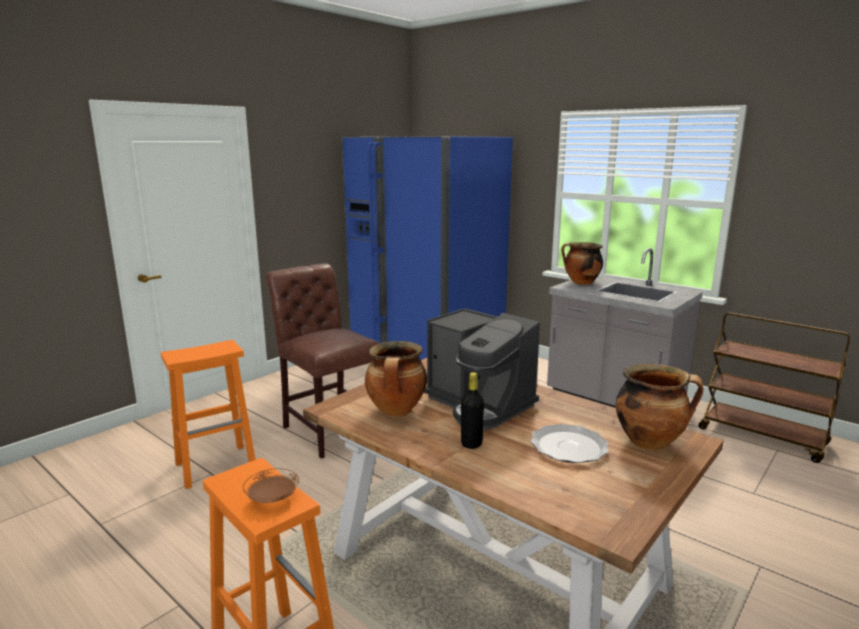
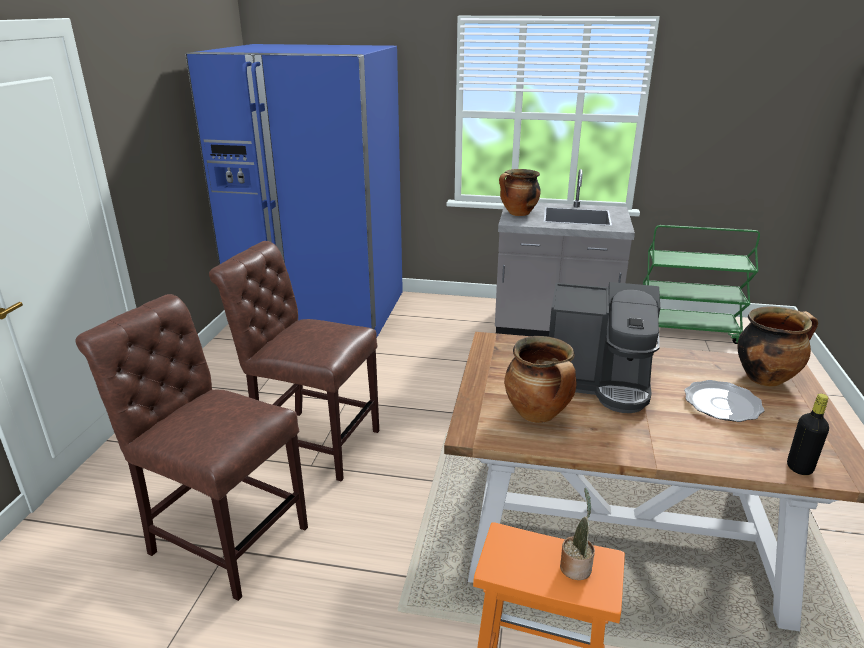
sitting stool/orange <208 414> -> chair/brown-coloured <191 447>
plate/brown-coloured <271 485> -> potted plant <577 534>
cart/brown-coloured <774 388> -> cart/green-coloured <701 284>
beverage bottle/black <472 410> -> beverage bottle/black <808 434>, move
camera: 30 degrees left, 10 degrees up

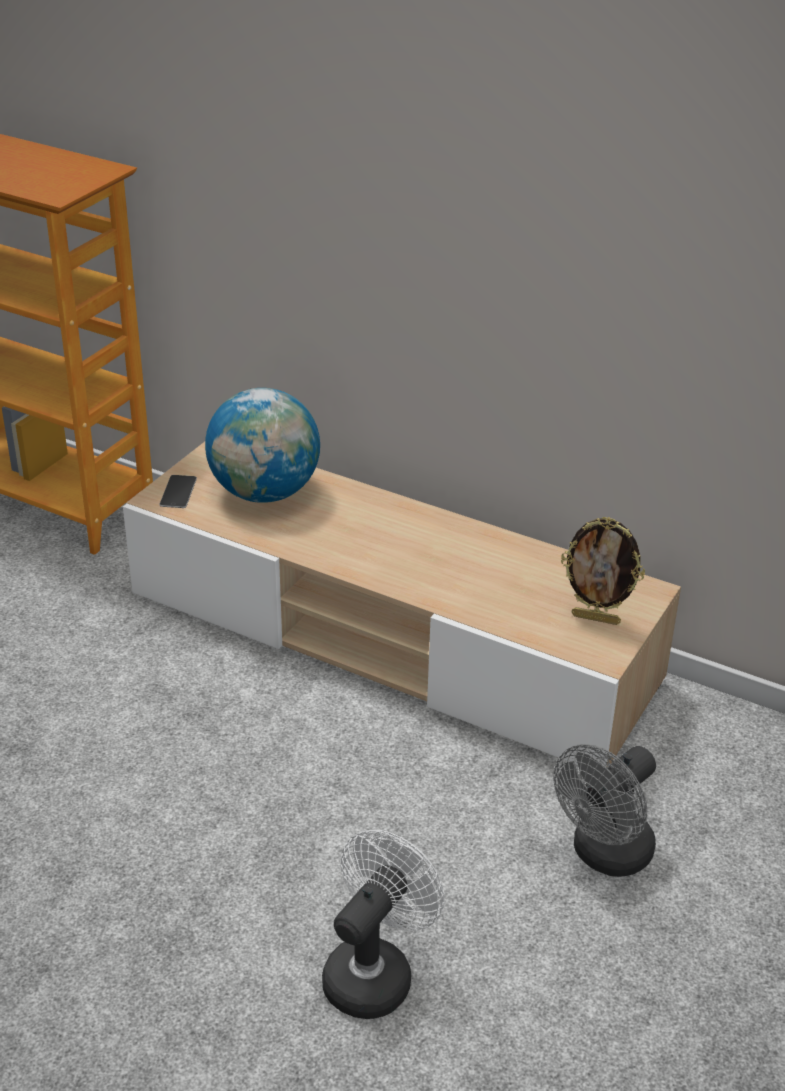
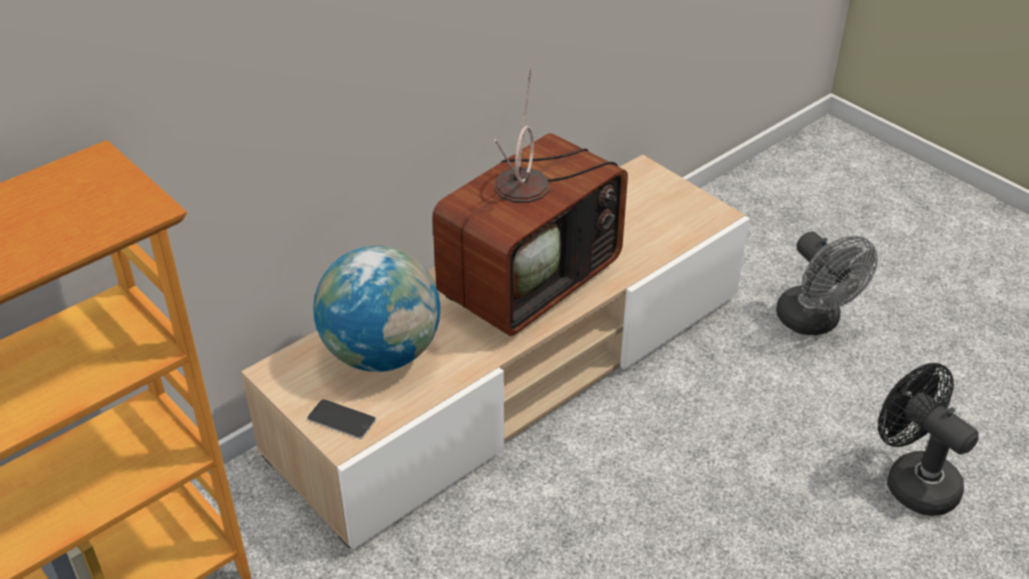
none -> TV set <530 199>
fan/white-coloured <383 924> -> fan/black <928 439>
picture frame <603 571> -> none
camera: 70 degrees left, 5 degrees up

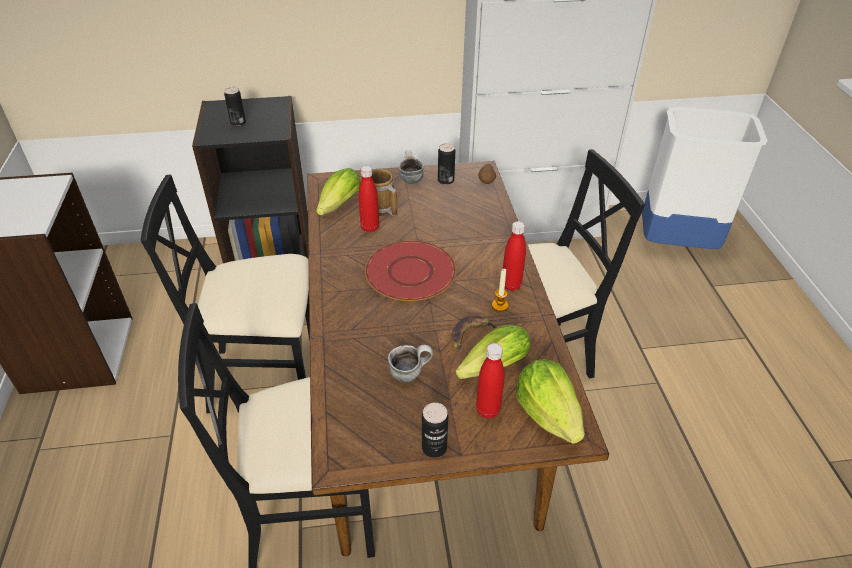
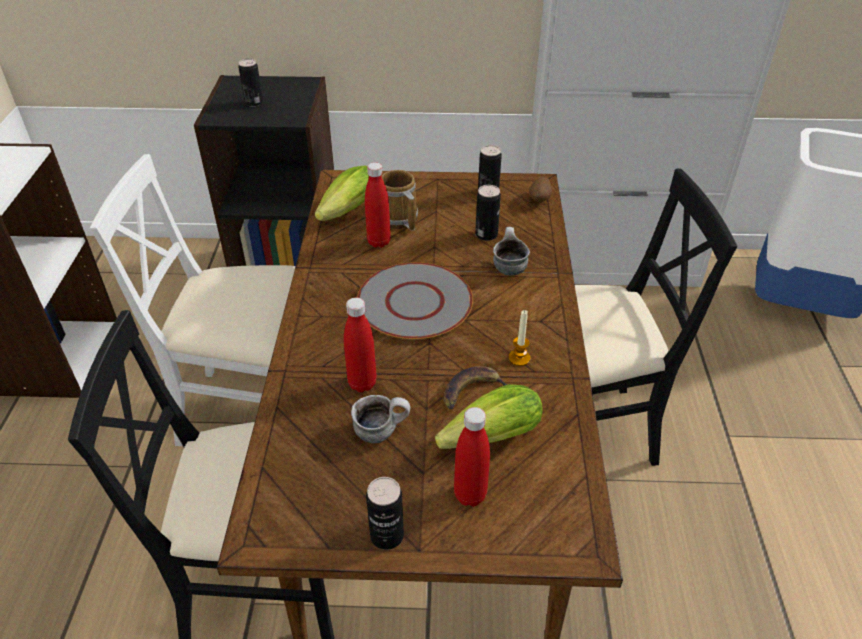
chair/black <225 294> -> chair/white-coloured <192 300>
beverage bottle/reddish <514 256> -> beverage bottle/reddish <360 344>, move
plate/reddish <410 271> -> plate/grey <415 301>
none -> can <488 213>
coffee mug <411 167> -> coffee mug <511 251>, move
lettuce head <550 401> -> none
camera: 10 degrees right, 0 degrees up

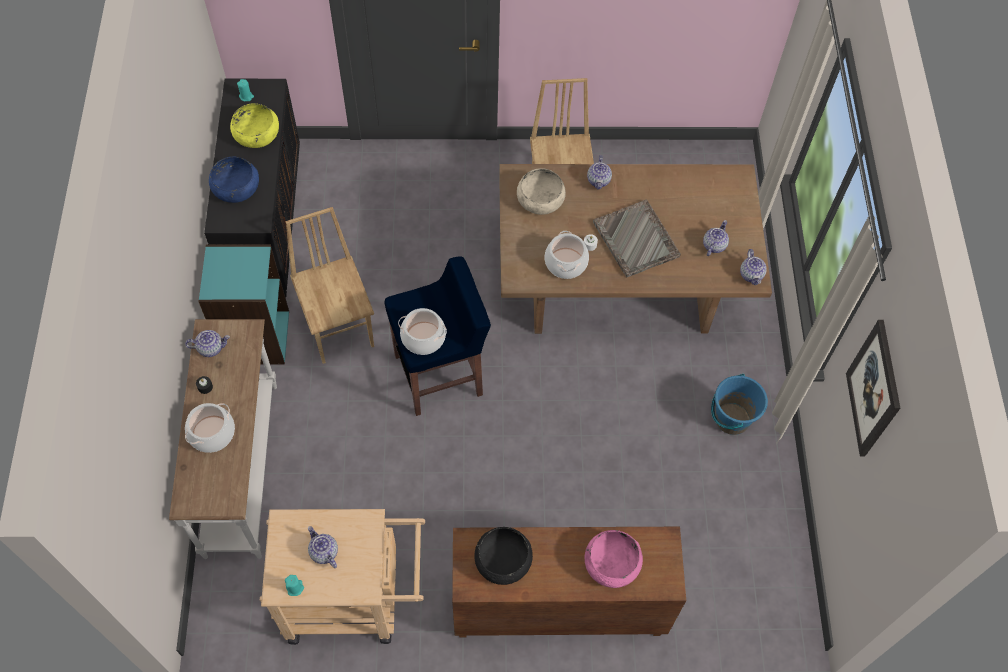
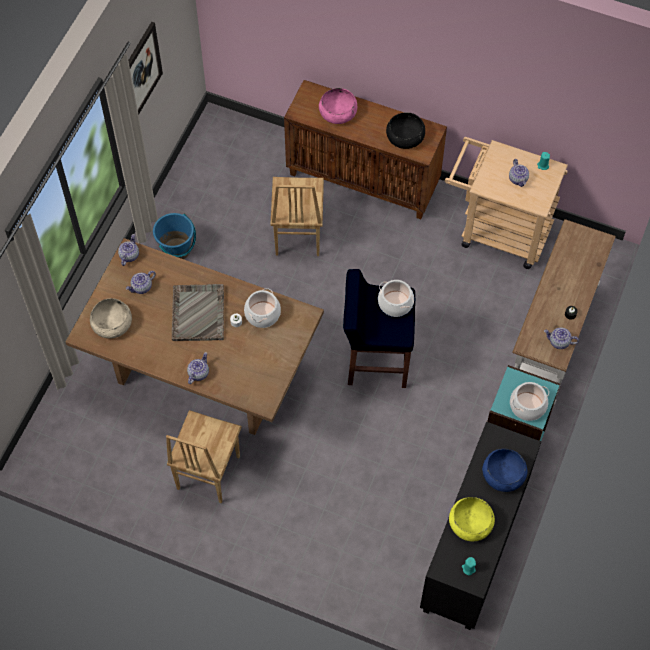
bowl/beige <541 191> -> bowl/beige <111 318>, move
chair/brown-coloured <330 285> -> chair/brown-coloured <297 216>, move
saucepot <210 428> -> saucepot <529 401>, move
camera: 155 degrees left, 0 degrees up

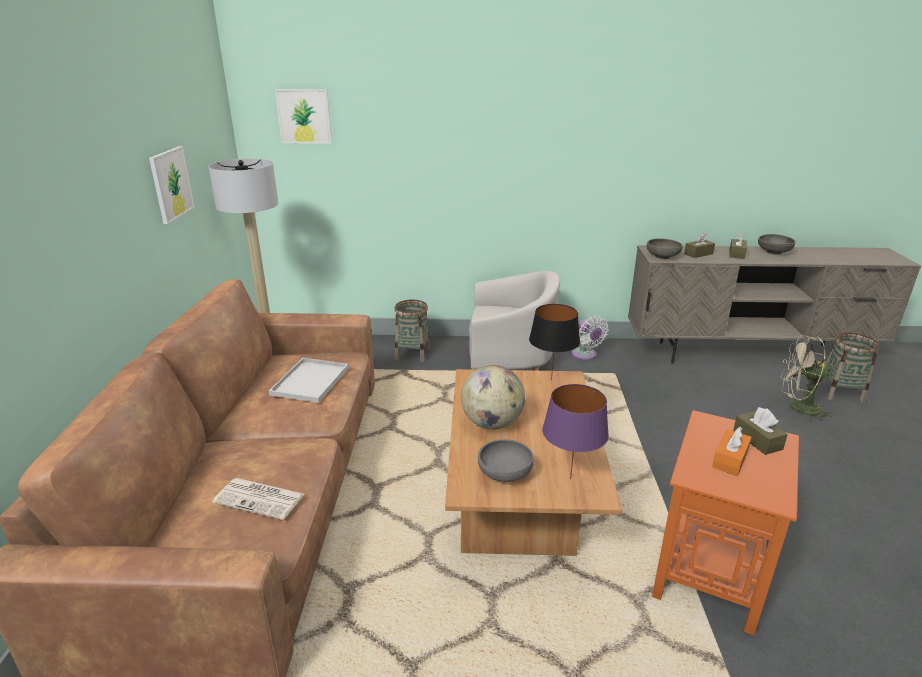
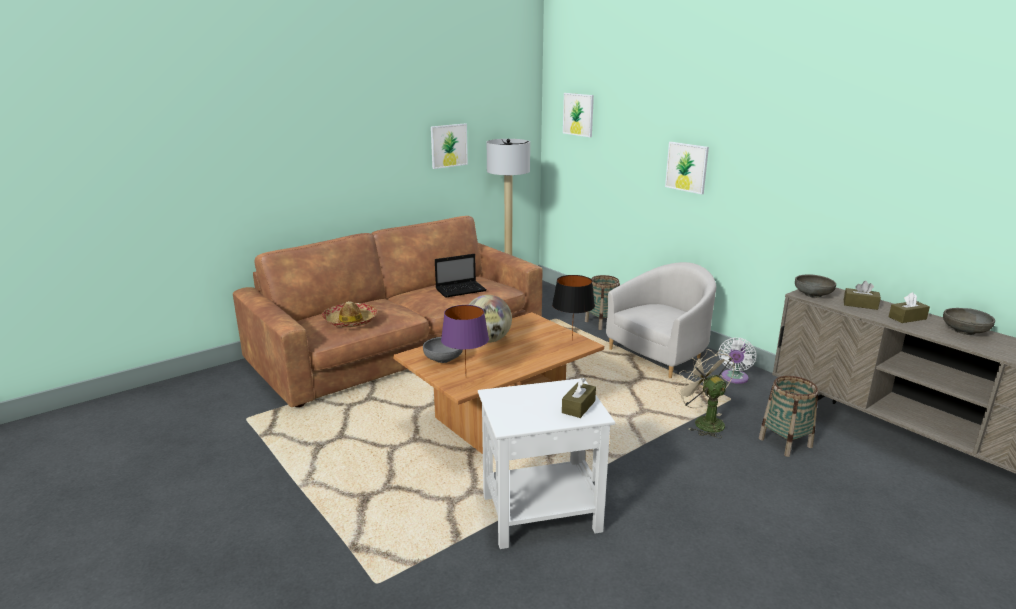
printed paper <258 499> -> clothing hat <349 314>
serving tray/white-coloured <309 380> -> notebook computer <461 276>
side table/orange <725 522> -> side table/white-coloured <546 463>
armchair/white-coloured <514 321> -> armchair/white-coloured <661 320>, 90 degrees counterclockwise
none -> picture <687 168>
fan/beige <806 378> -> fan/beige <705 393>, move
household basket <848 368> -> household basket <788 416>, move
tissue box/orange <732 451> -> none
camera: 50 degrees right, 5 degrees down

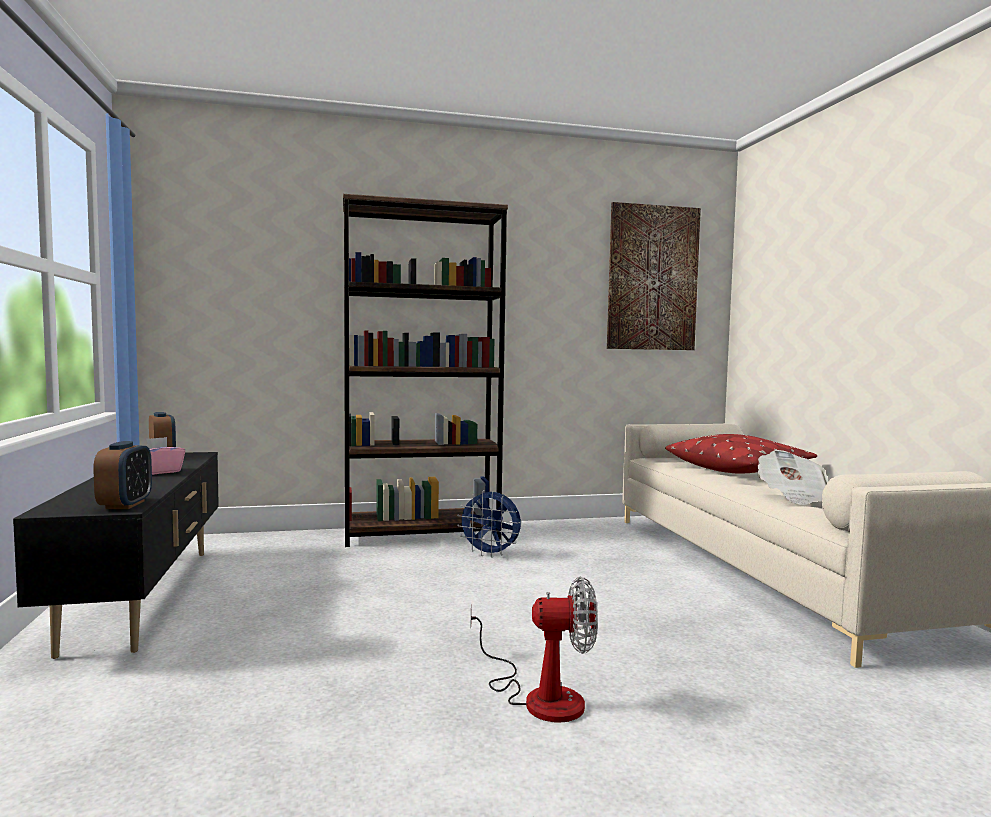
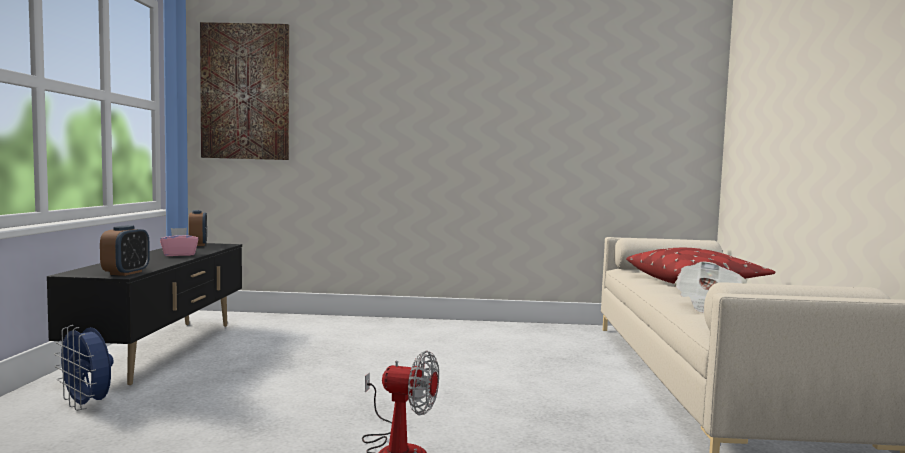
fan/bluish <489 524> -> fan/bluish <84 368>, move
picture <654 276> -> picture <244 91>, move
bookshelf/brown-coloured <425 370> -> none
camera: 15 degrees right, 0 degrees up

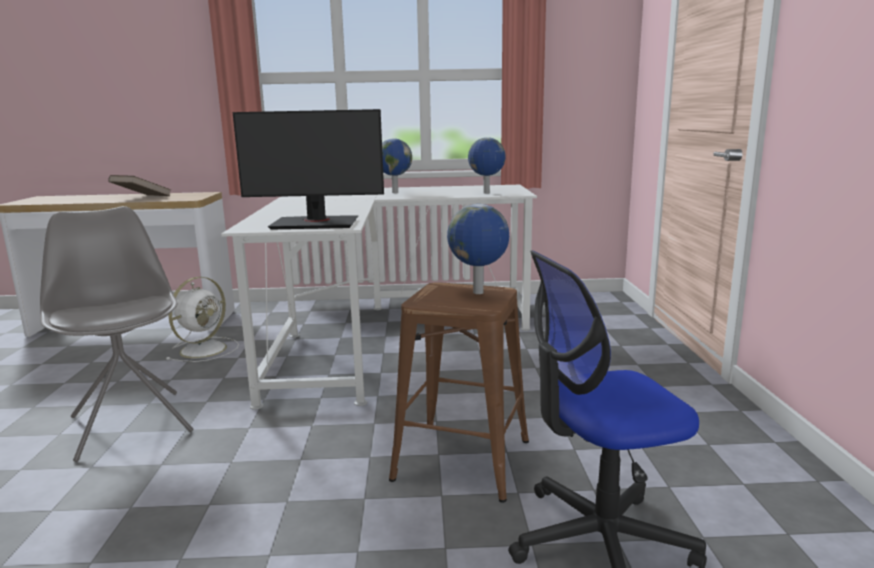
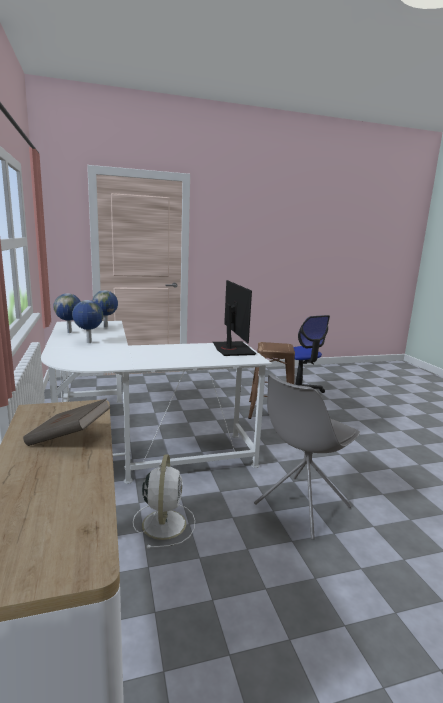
globe <478 249> -> globe <67 313>, move
fan/white-coloured <202 319> -> fan/white-coloured <164 501>, 75 degrees clockwise
camera: 105 degrees left, 0 degrees up

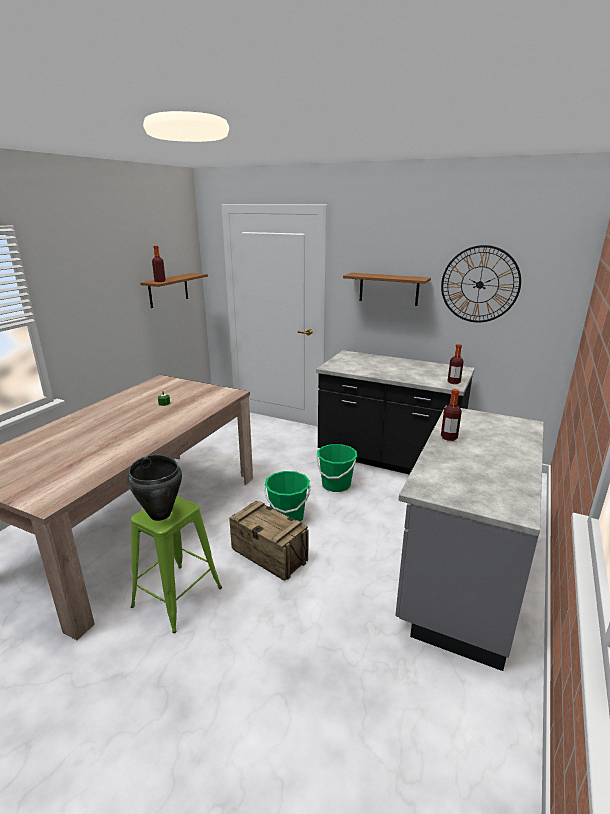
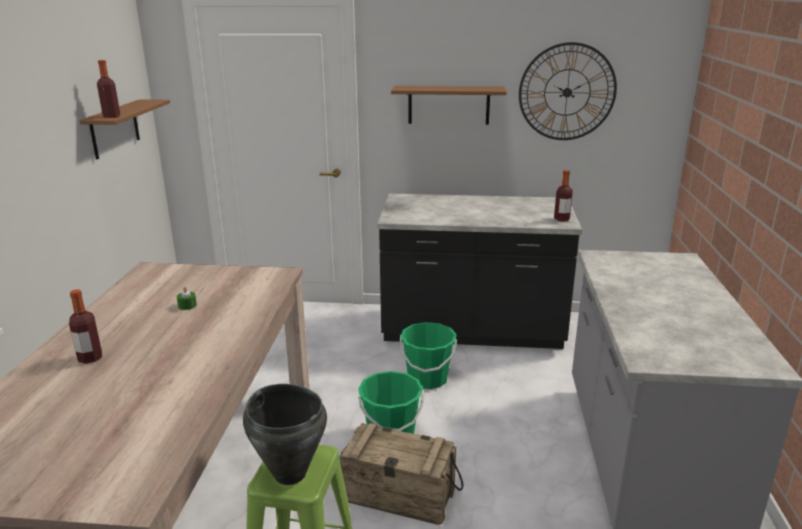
beverage bottle <451 415> -> beverage bottle <85 326>, move
camera: 20 degrees left, 0 degrees up

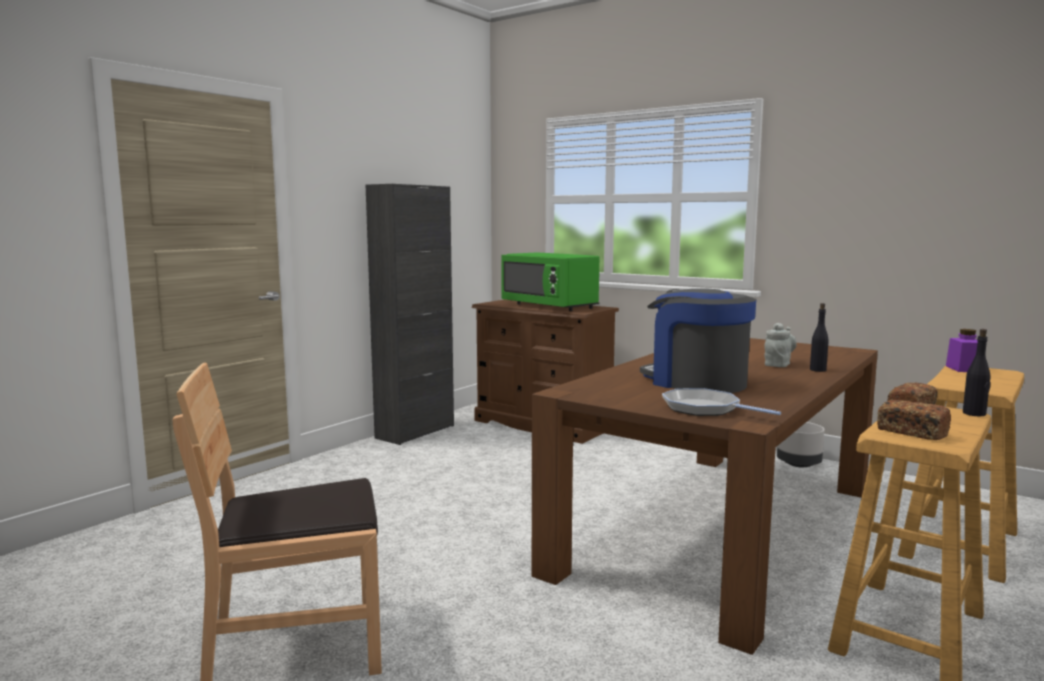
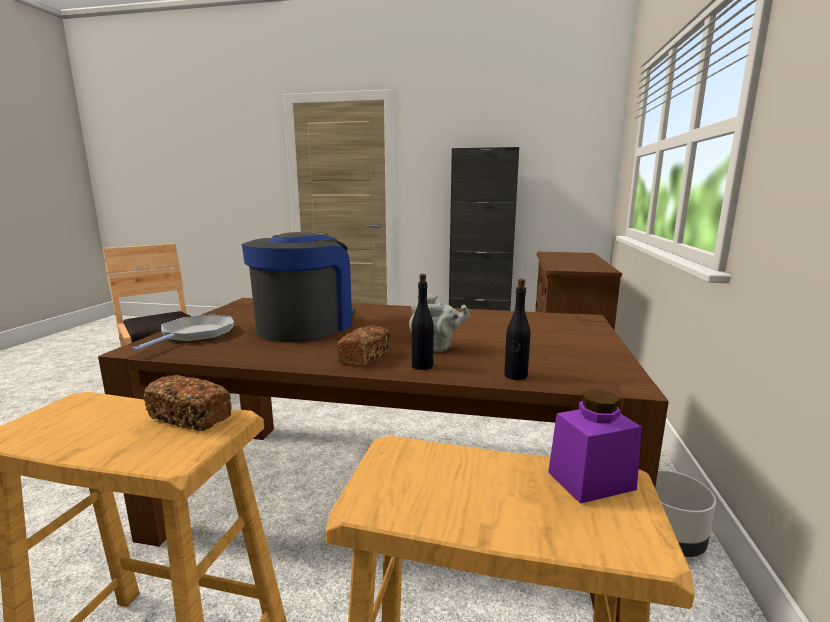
bakery bread <914 420> -> bakery bread <363 346>, move
beverage bottle/black <977 372> -> beverage bottle/black <517 329>, move
microwave oven/green-coloured <550 281> -> none
camera: 65 degrees right, 5 degrees up

